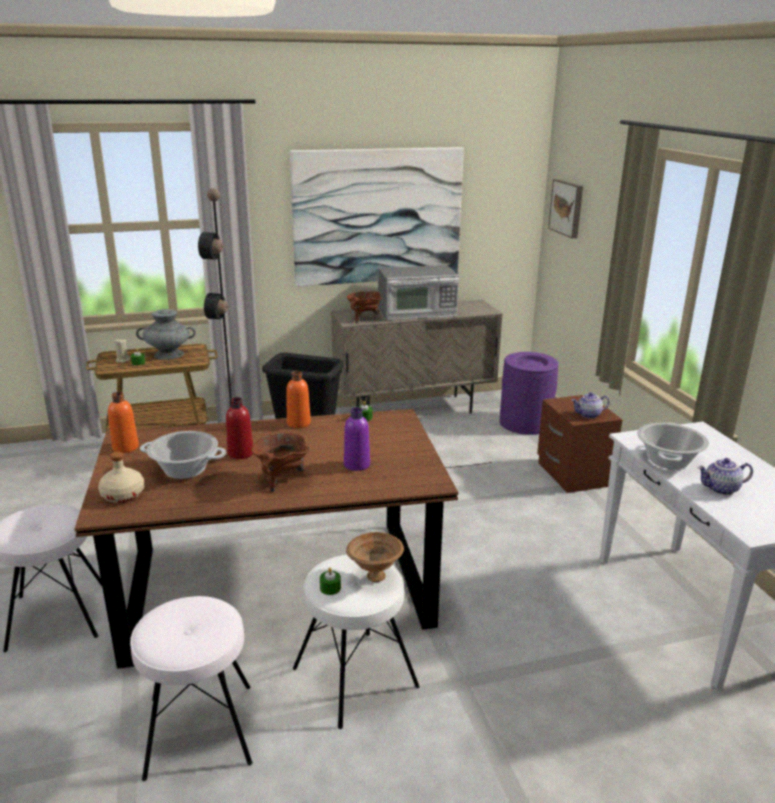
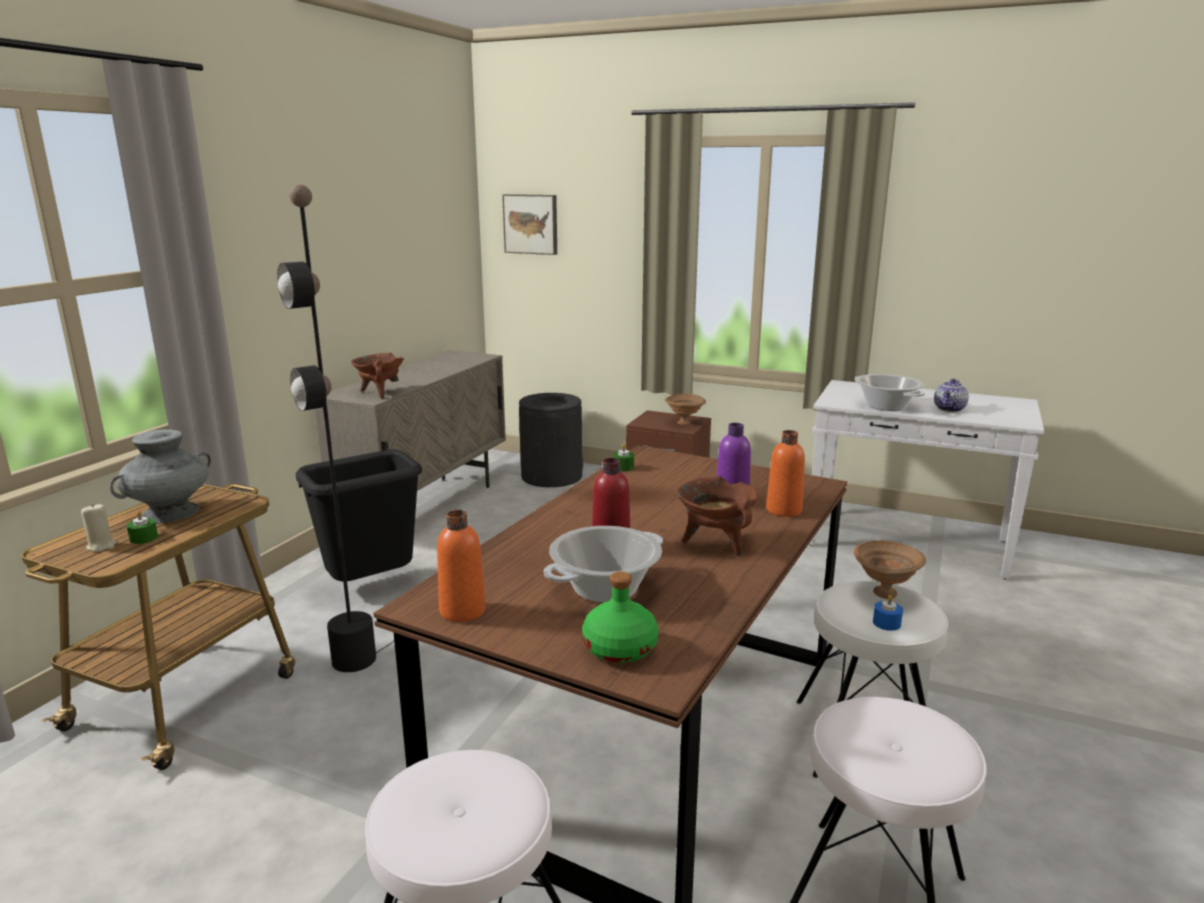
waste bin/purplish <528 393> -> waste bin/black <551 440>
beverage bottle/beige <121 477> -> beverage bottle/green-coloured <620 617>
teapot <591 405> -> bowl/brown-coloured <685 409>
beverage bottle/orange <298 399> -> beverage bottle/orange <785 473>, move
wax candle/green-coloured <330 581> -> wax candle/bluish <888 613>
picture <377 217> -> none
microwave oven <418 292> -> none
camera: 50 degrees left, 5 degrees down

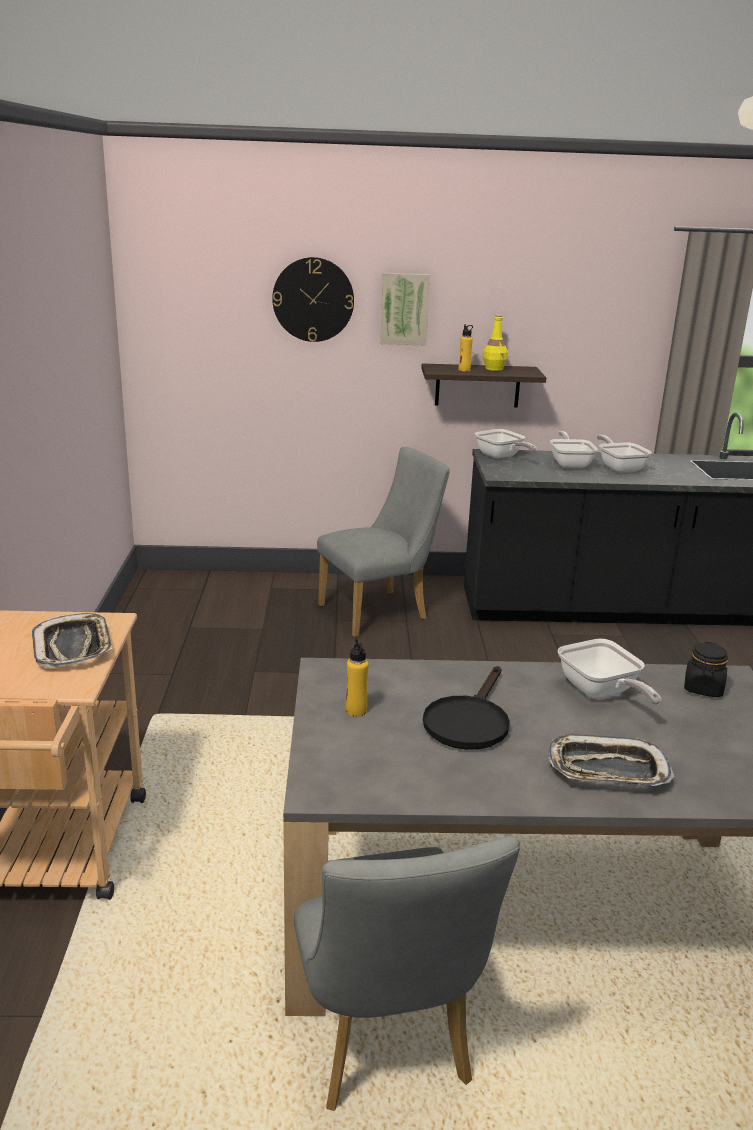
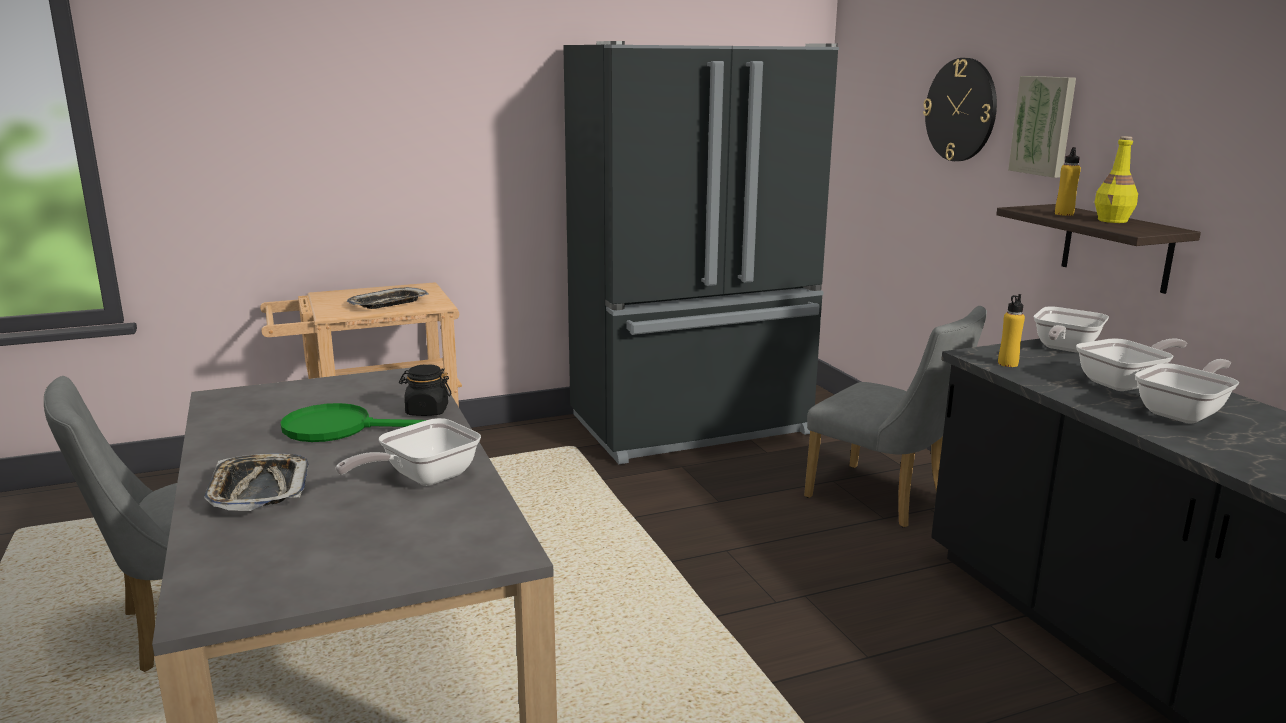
pan/black <466 708> -> pan/green-coloured <353 422>
storage jar/black <706 669> -> storage jar/black <425 390>, move
none -> fridge/black <701 252>
beverage bottle/yellow <357 678> -> beverage bottle/yellow <1011 330>, move
camera: 70 degrees right, 5 degrees down

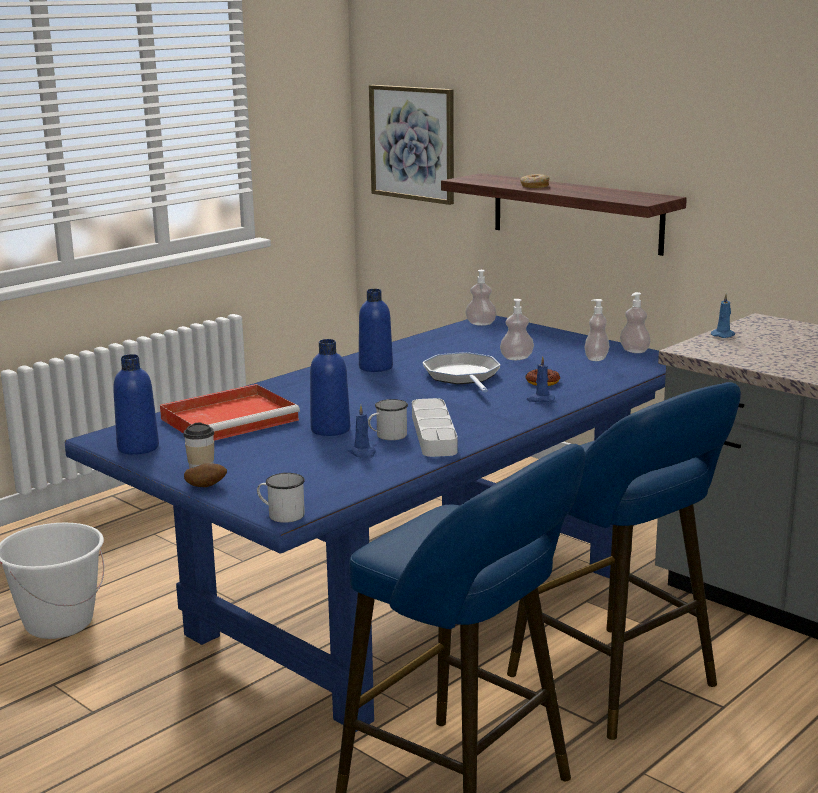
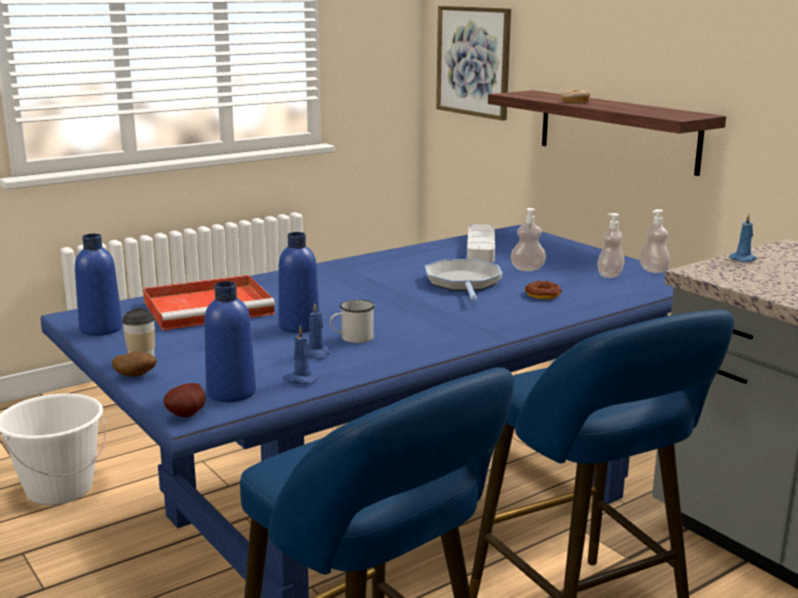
coffee mug/white-coloured <281 498> -> potato <184 400>
beverage bottle/bluish <376 330> -> beverage bottle/bluish <230 341>, move
wax candle/bluish <540 379> -> wax candle/bluish <301 355>, move
serving tray/grey <435 427> -> serving tray/grey <481 243>, move
soap bottle <481 298> -> none
camera: 10 degrees right, 0 degrees up

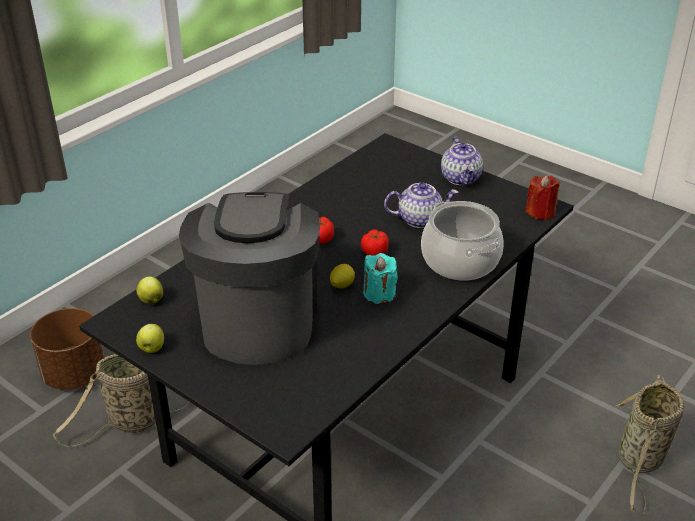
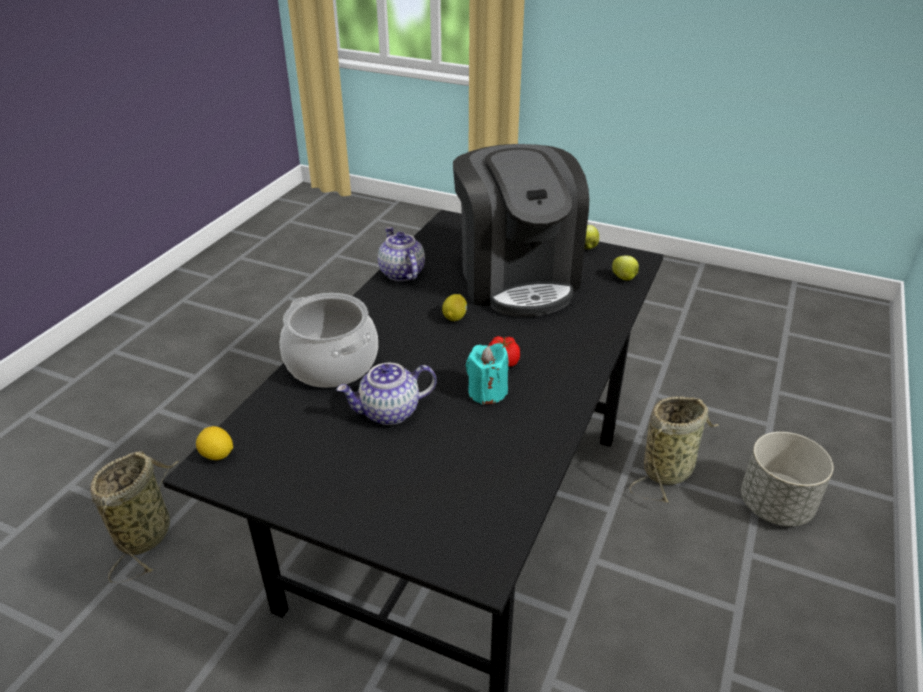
wax candle/reddish <542 197> -> citrus fruit <214 443>
teapot <462 161> -> teapot <401 254>, move
wax candle/turquoise-coloured <380 278> -> wax candle/turquoise-coloured <487 374>, move
plant pot/brown-coloured <67 349> -> plant pot/grey <787 479>
tomato <375 242> -> none
camera: 165 degrees right, 0 degrees up

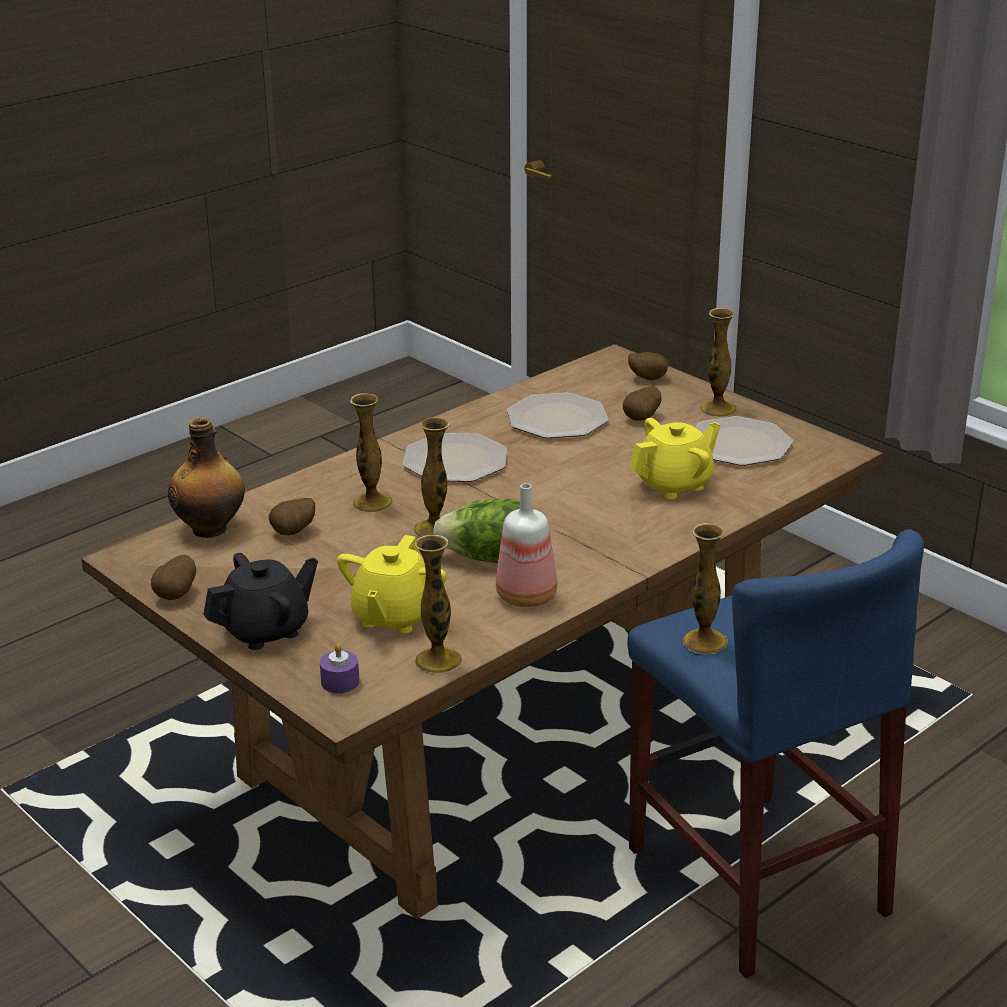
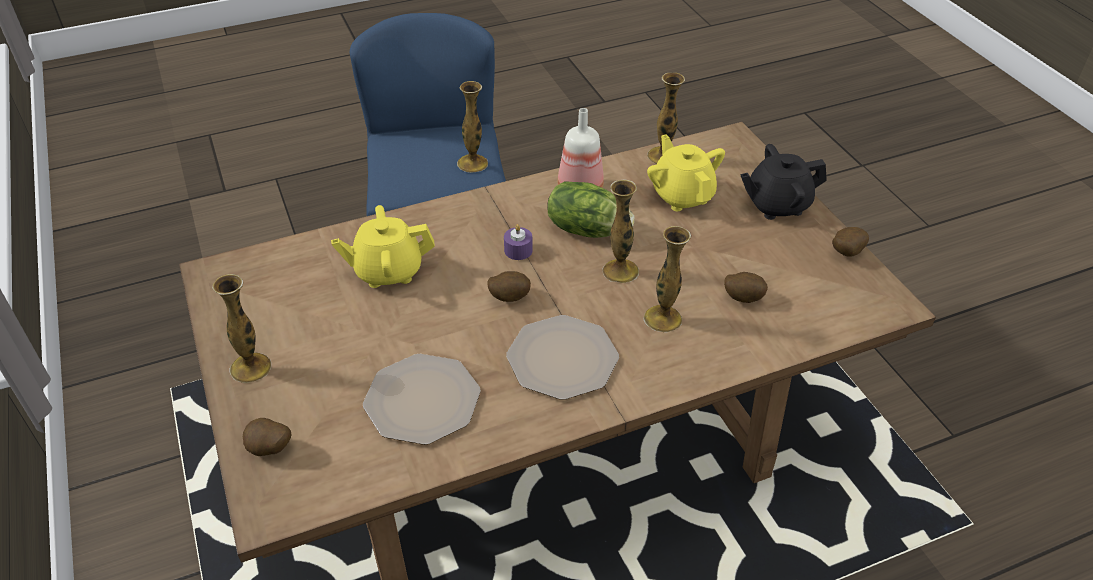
potato <642 403> -> potato <509 286>, move
wax candle/purplish <339 668> -> wax candle/purplish <518 242>, move
teapot/yellow <392 584> -> teapot/yellow <686 172>, 60 degrees counterclockwise
beverage bottle <206 477> -> none
plate <744 441> -> none
camera: 160 degrees left, 15 degrees up

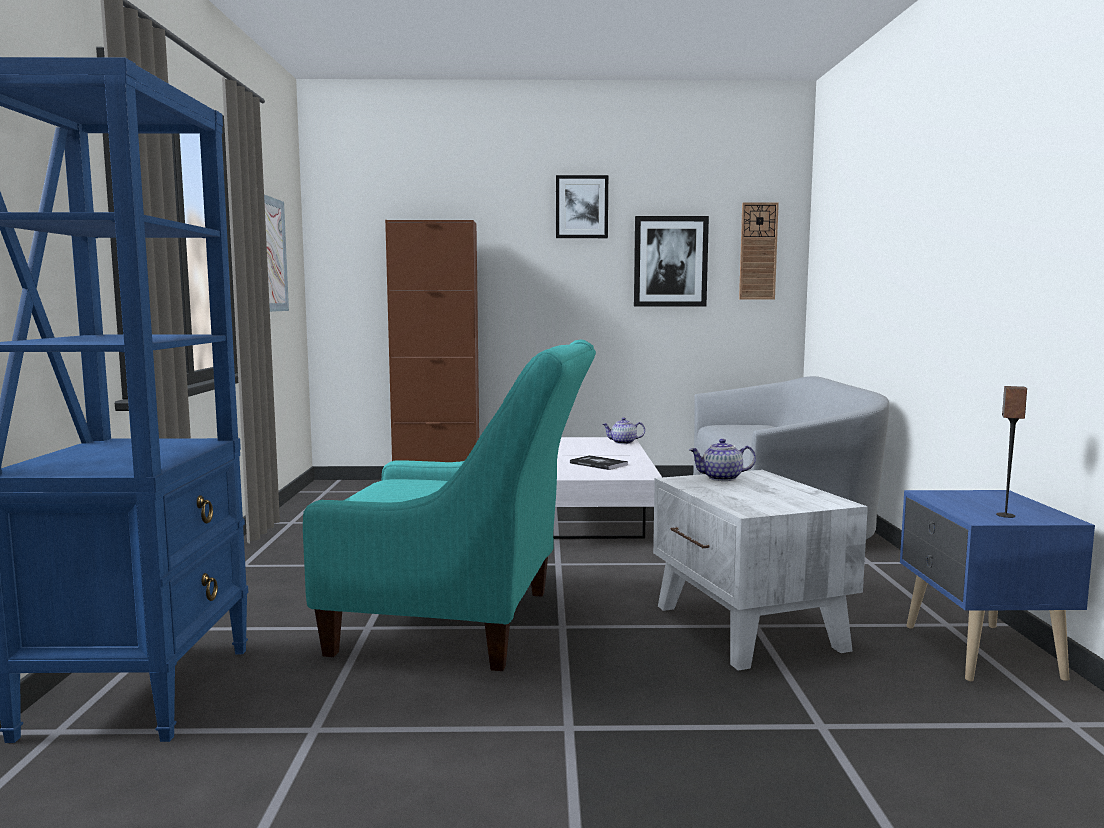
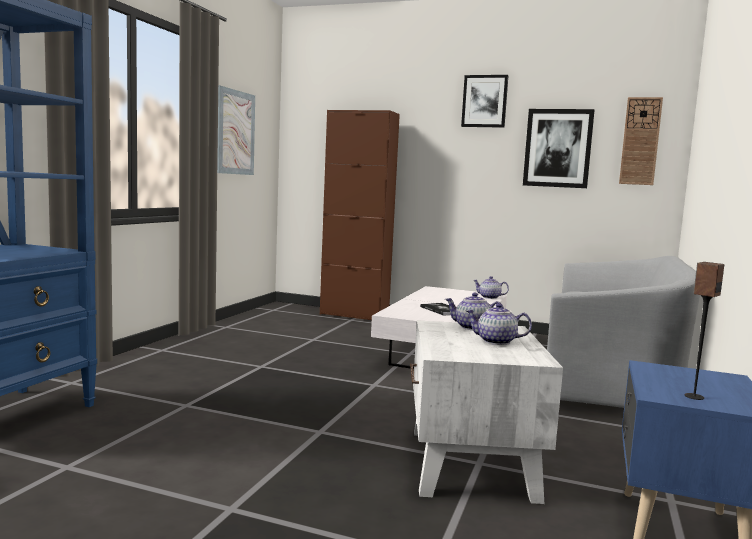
none -> teapot <499 324>
armchair/turquoise-coloured <449 505> -> none
camera: 20 degrees right, 0 degrees up

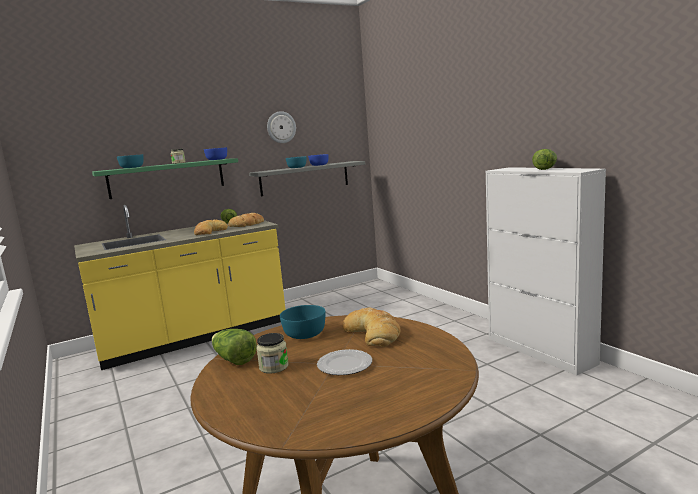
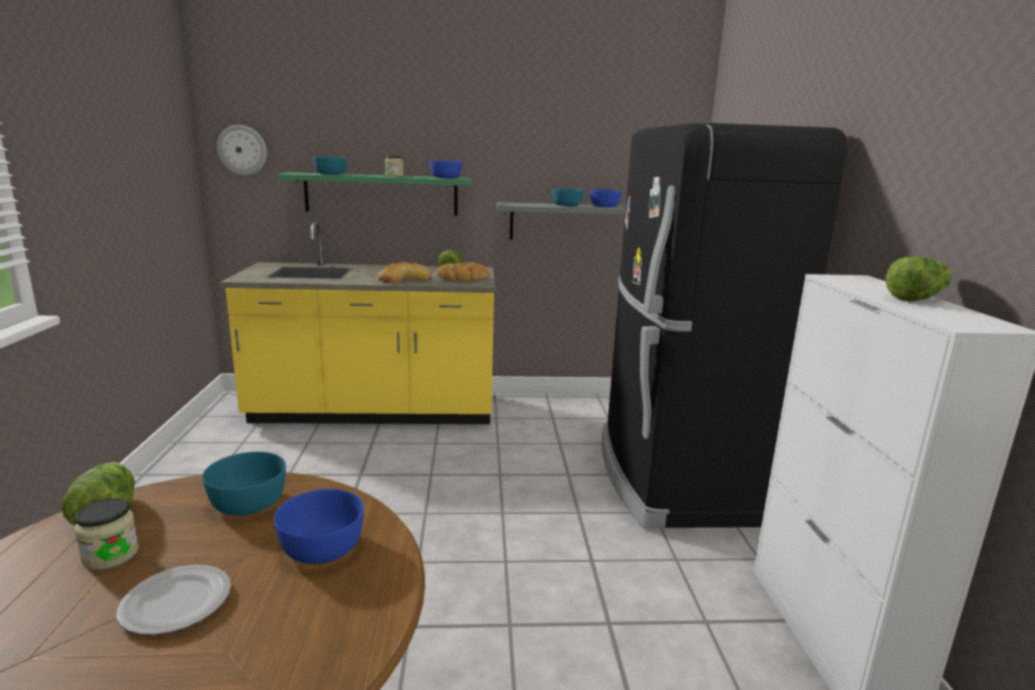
hanging clock <281 127> -> hanging clock <242 150>, move
bakery bread <371 327> -> bowl/bluish <319 526>
none -> fridge/black <724 325>
camera: 25 degrees right, 5 degrees up

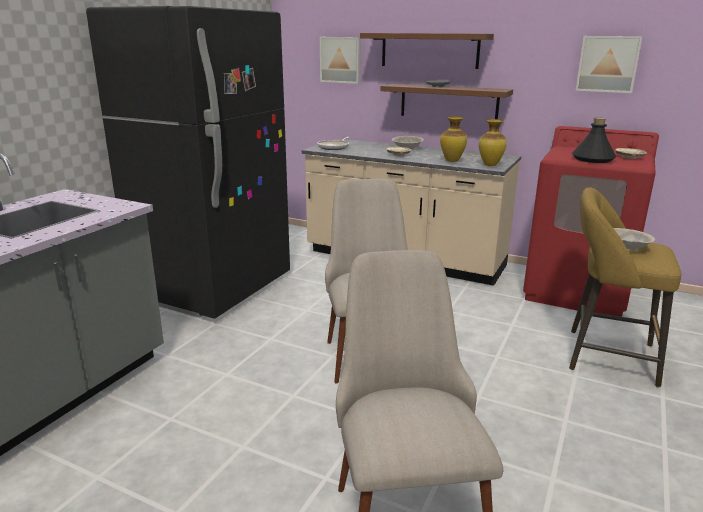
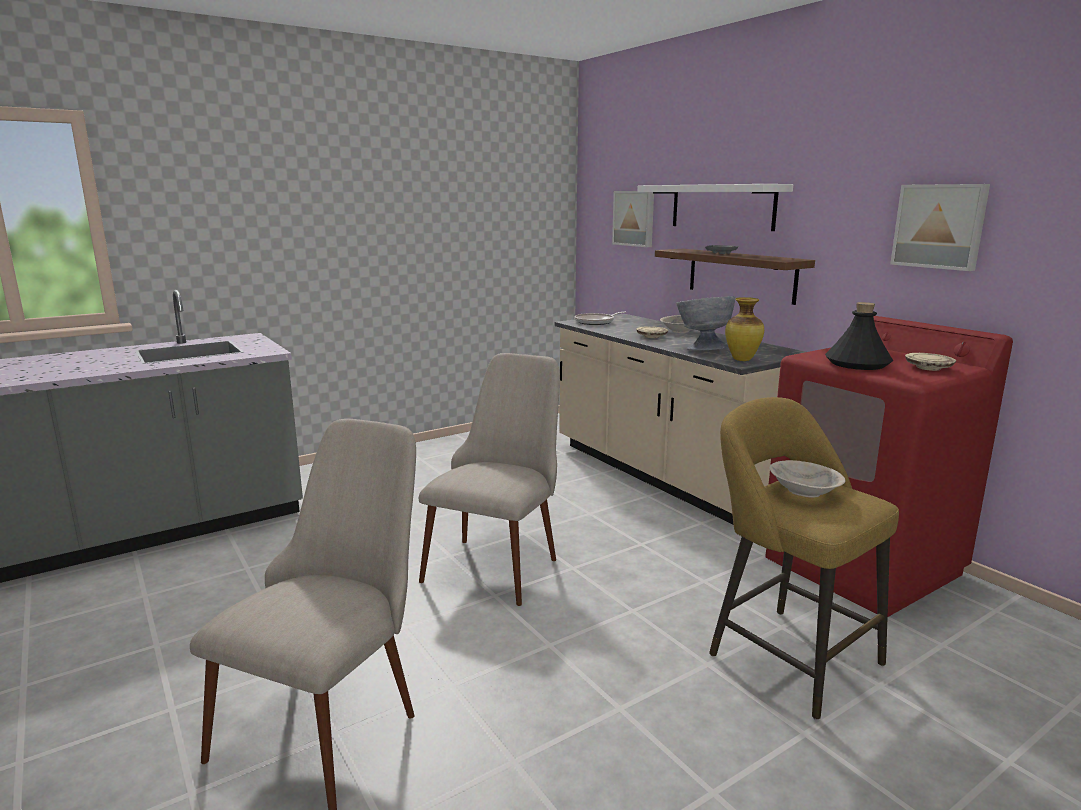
wall shelf/brown-coloured <427 51> -> wall shelf/white-coloured <715 207>
flower vase <453 139> -> bowl/grey <705 323>
fridge/black <188 162> -> none
camera: 30 degrees right, 5 degrees down

